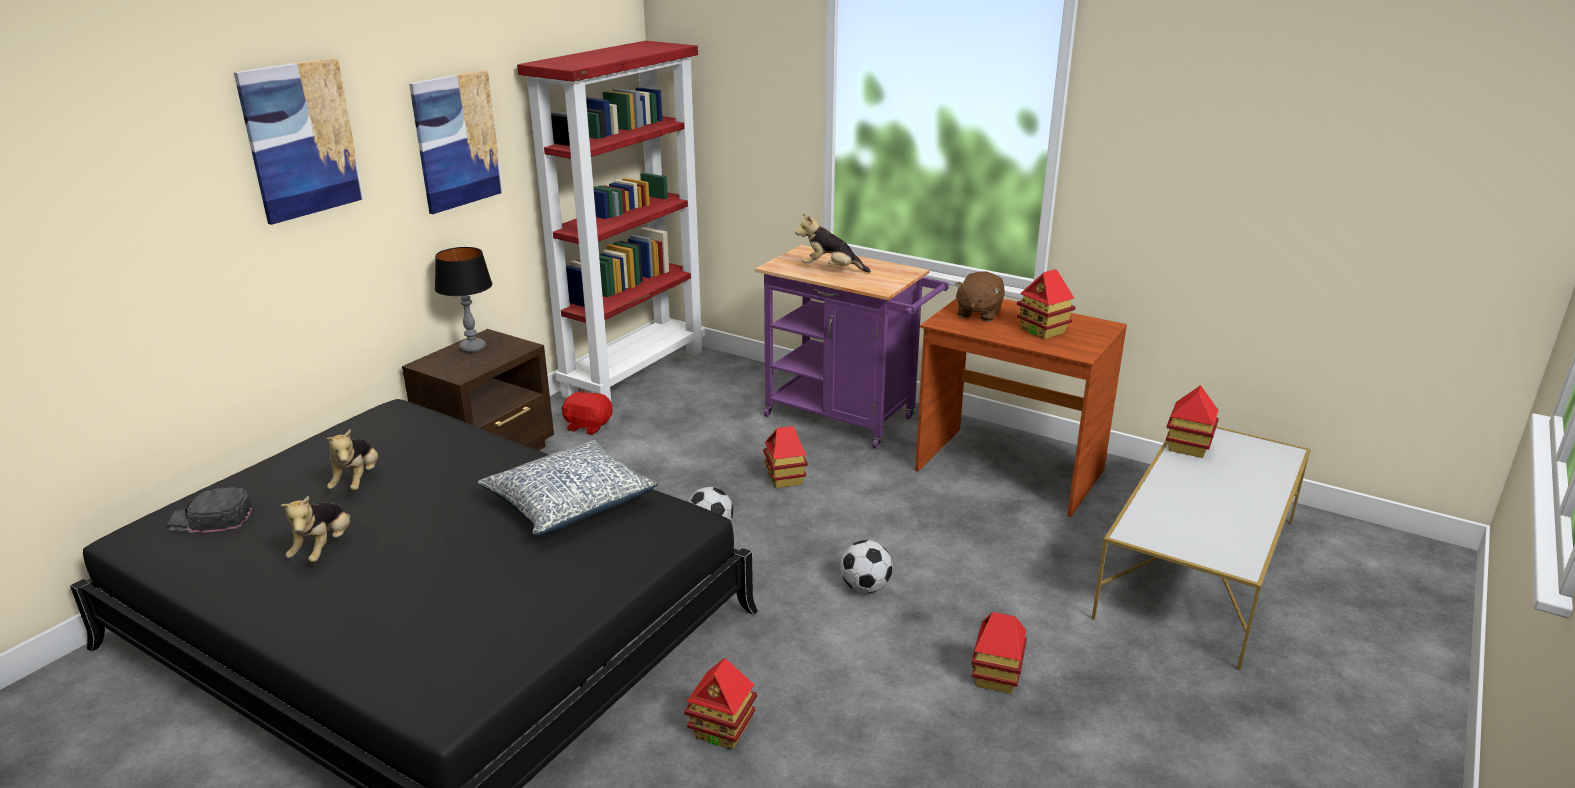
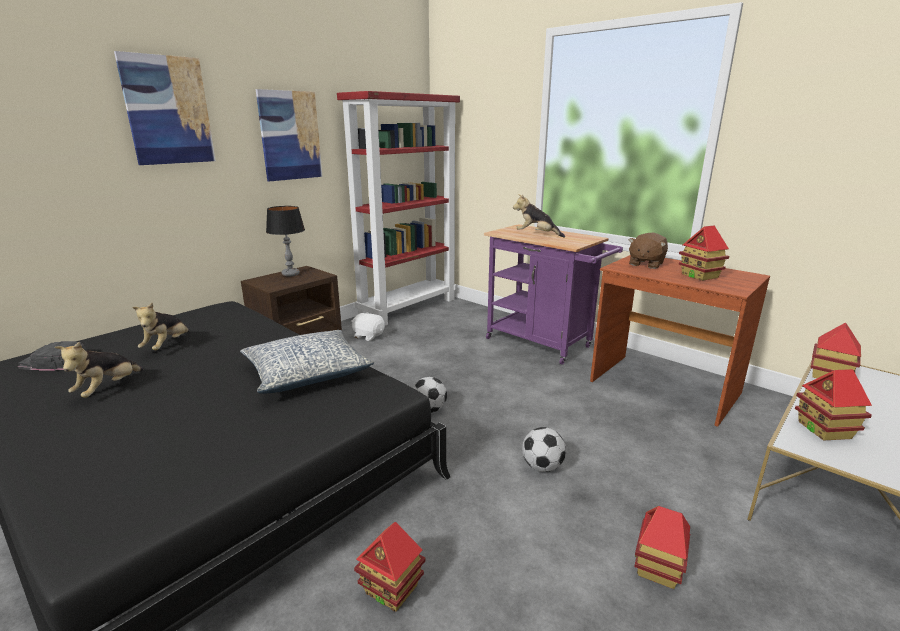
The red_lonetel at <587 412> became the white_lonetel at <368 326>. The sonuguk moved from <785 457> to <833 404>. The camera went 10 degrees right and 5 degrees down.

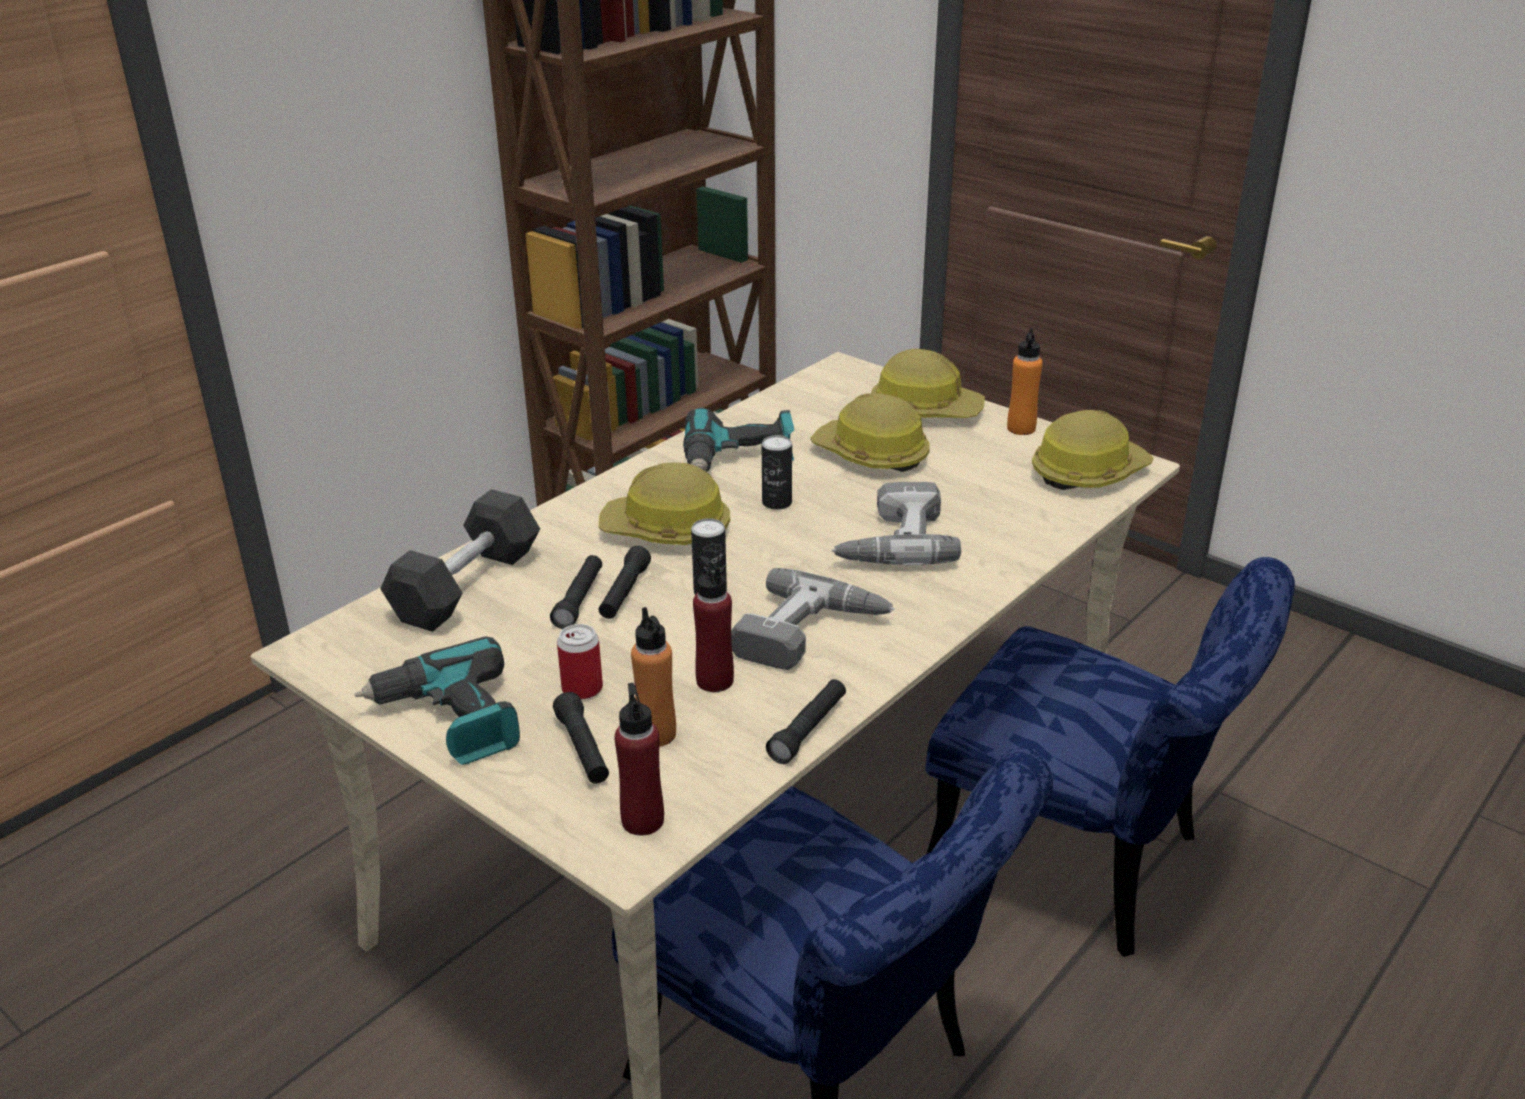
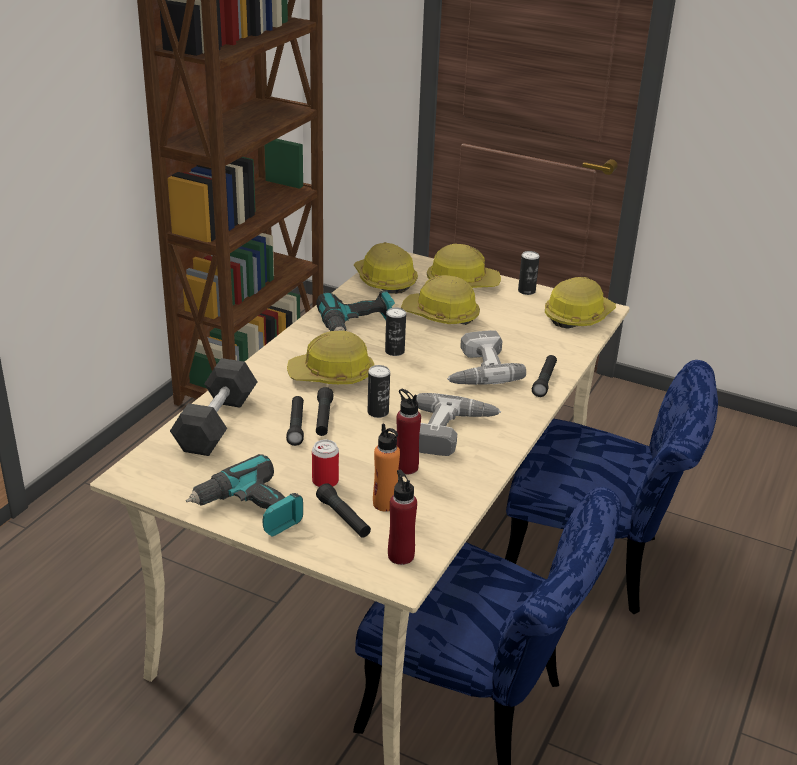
The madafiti at <386 268> appeared. The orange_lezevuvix at <1025 381> was replaced by the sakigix at <529 273>. The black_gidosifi moved from <806 721> to <544 376>. The camera went 15 degrees left and 0 degrees up.

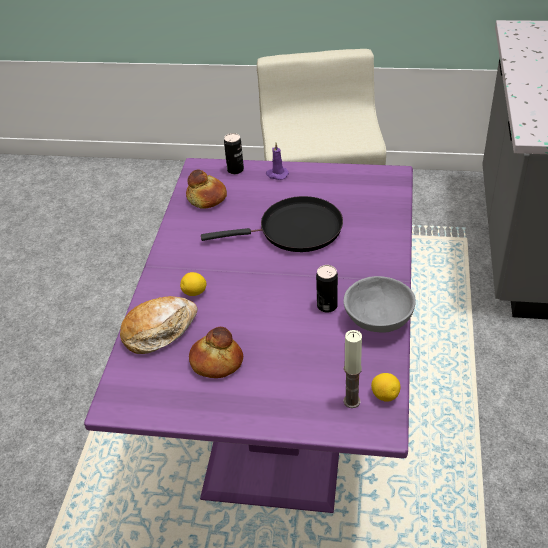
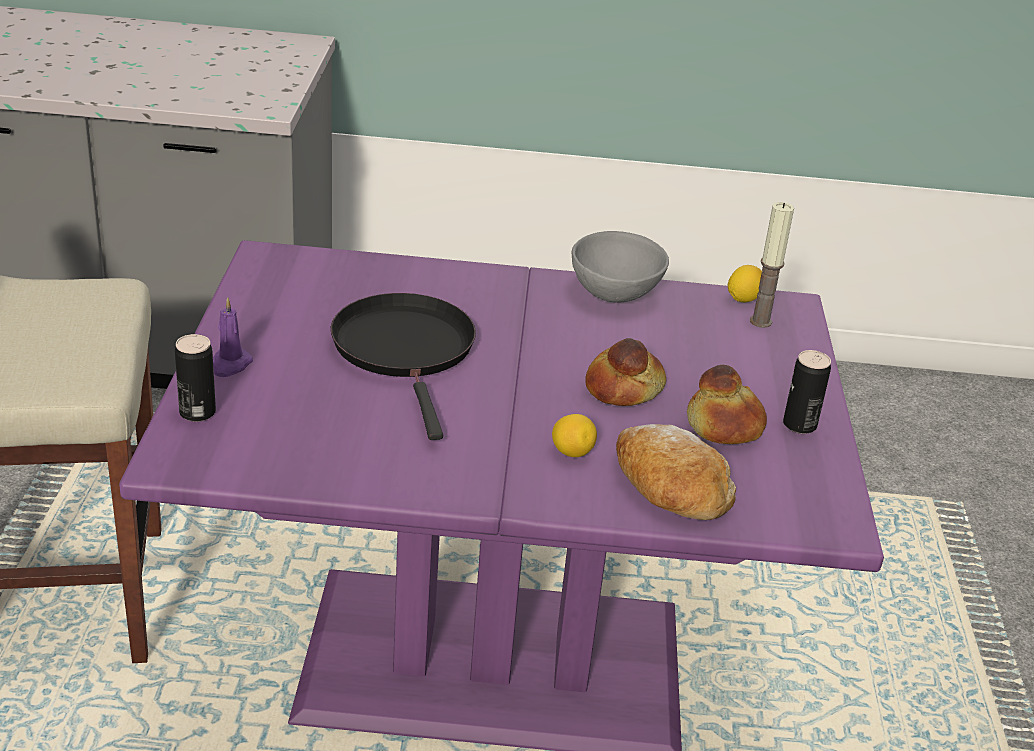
The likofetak moved from <206 189> to <625 372>. The sakigix moved from <327 289> to <807 392>. The camera went 100 degrees left and 10 degrees down.

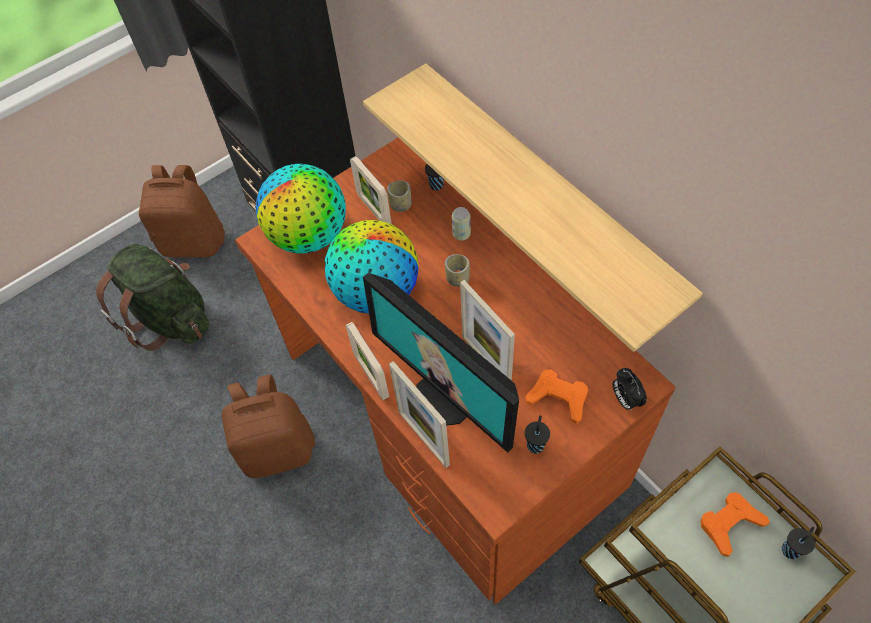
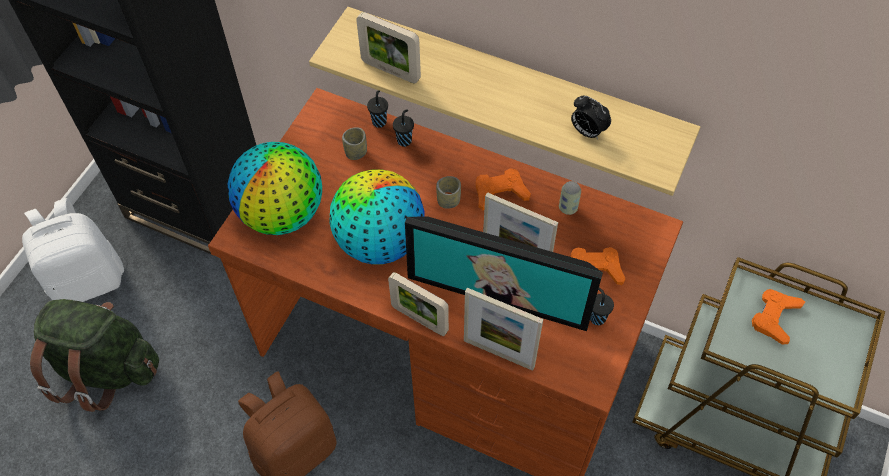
The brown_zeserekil at <182 211> became the white_zeserekil at <73 250>. The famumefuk moved from <371 190> to <388 47>. The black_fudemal moved from <798 543> to <403 128>. The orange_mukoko at <503 189> appeared. The sakigix moved from <461 224> to <570 198>. The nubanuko moved from <630 389> to <591 117>. The camera went 30 degrees left and 0 degrees up.

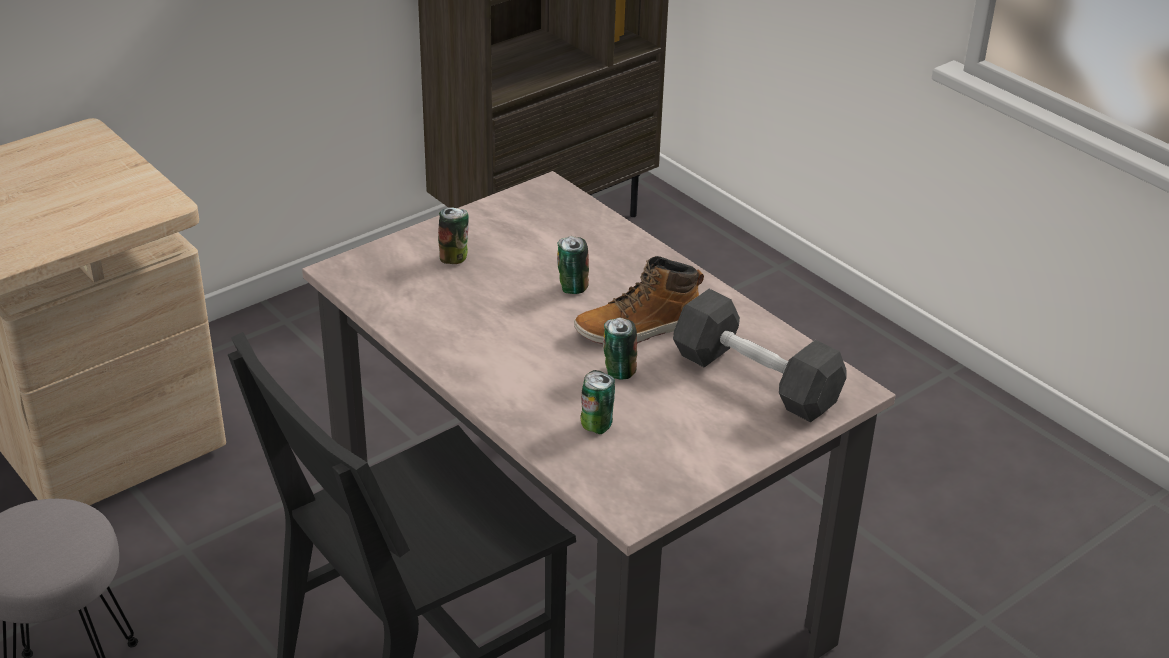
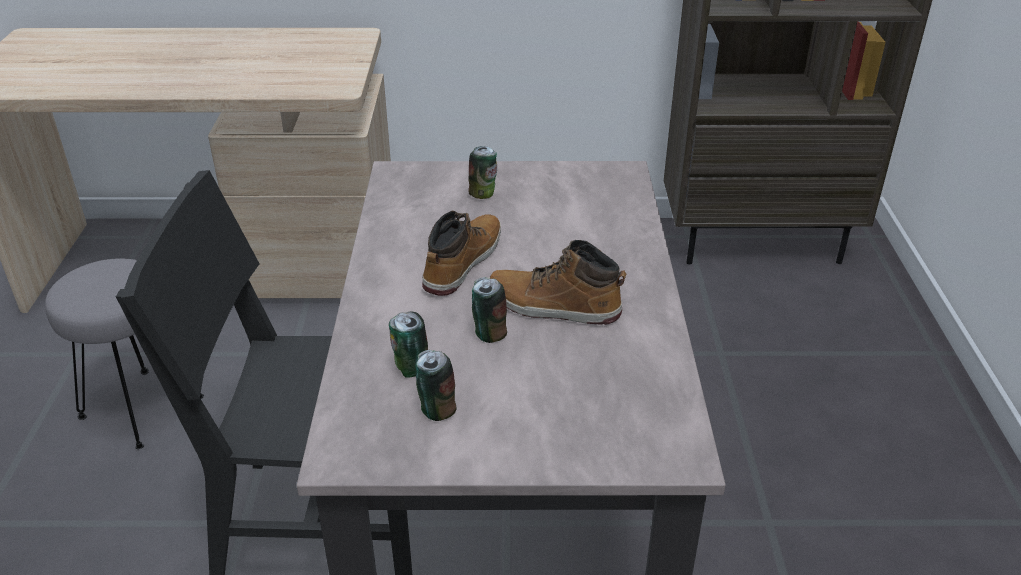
The sakigix moved from <573 265> to <436 385>. The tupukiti at <461 253> appeared. The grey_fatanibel at <759 355> disappeared. The camera went 40 degrees right and 0 degrees up.

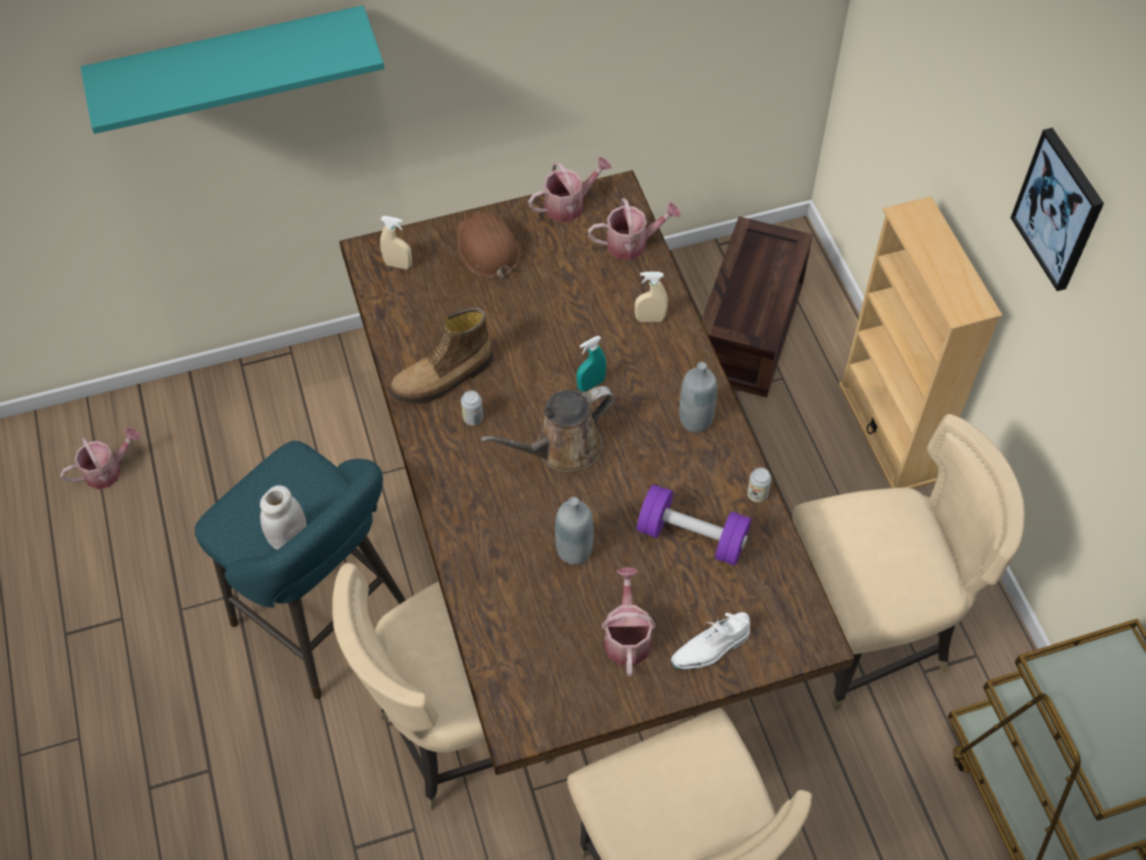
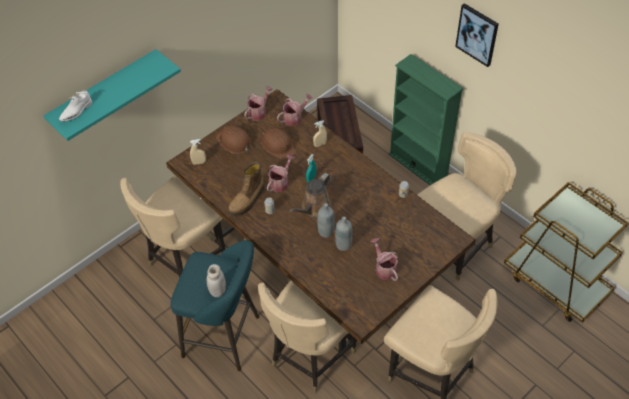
The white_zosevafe moved from <710 640> to <75 106>. The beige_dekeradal at <172 227> appeared. The brown_madafiti at <279 144> appeared. The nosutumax moved from <100 458> to <281 173>. The grey_lezevuvix moved from <698 397> to <326 220>. The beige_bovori at <920 342> became the green_bovori at <426 119>. The purple_fatanibel at <694 525> disappeared. The camera went 25 degrees left and 5 degrees down.

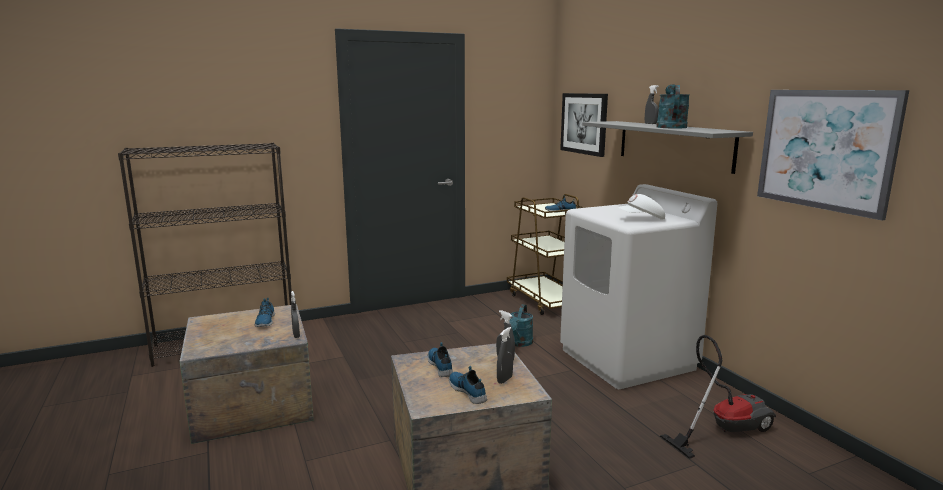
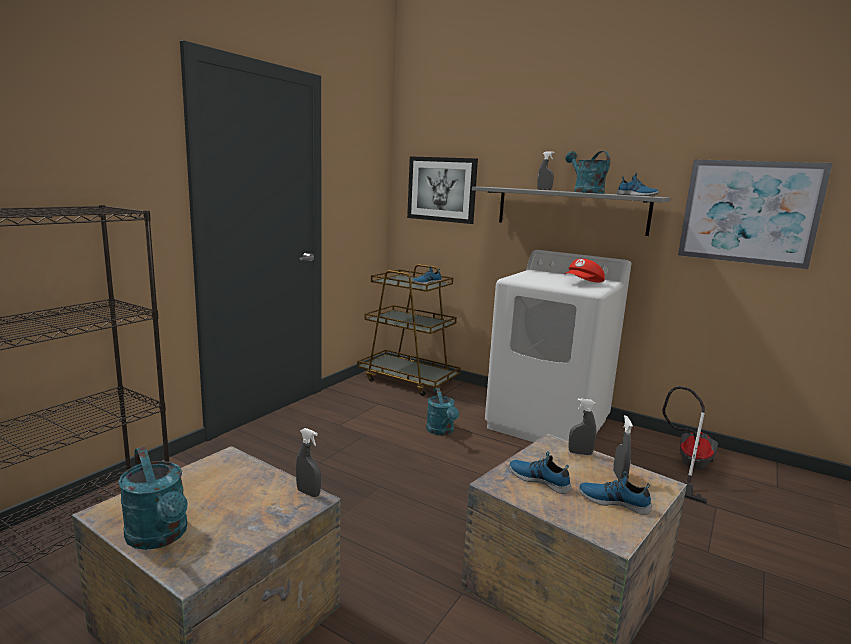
The turquoise_nosutumax at <153 498> appeared. The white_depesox at <641 207> became the red_depesox at <585 271>. The zosevafe moved from <265 312> to <637 184>. The camera went 35 degrees left and 0 degrees up.

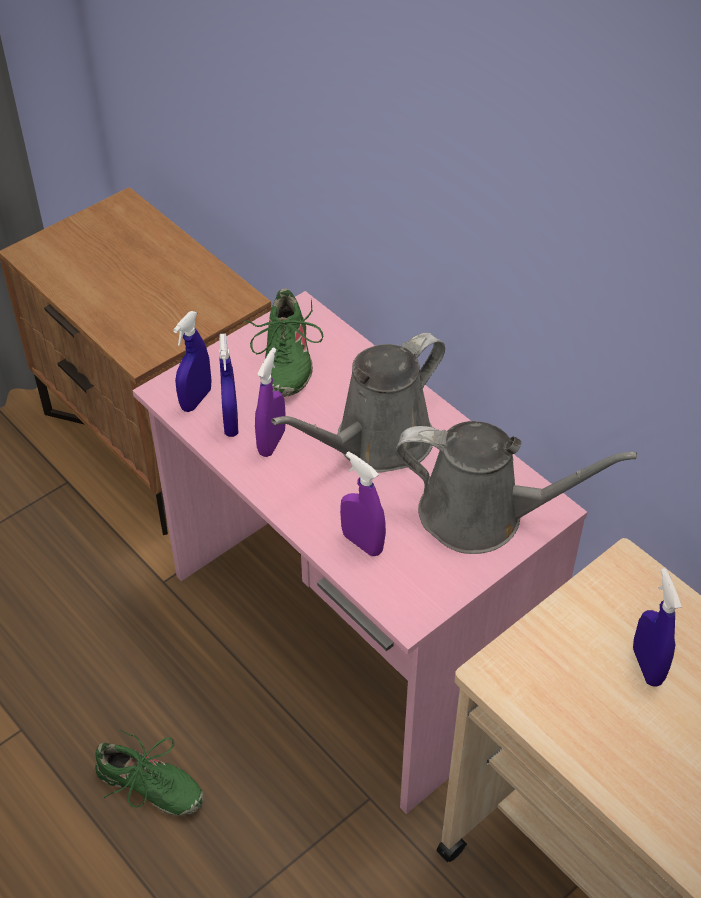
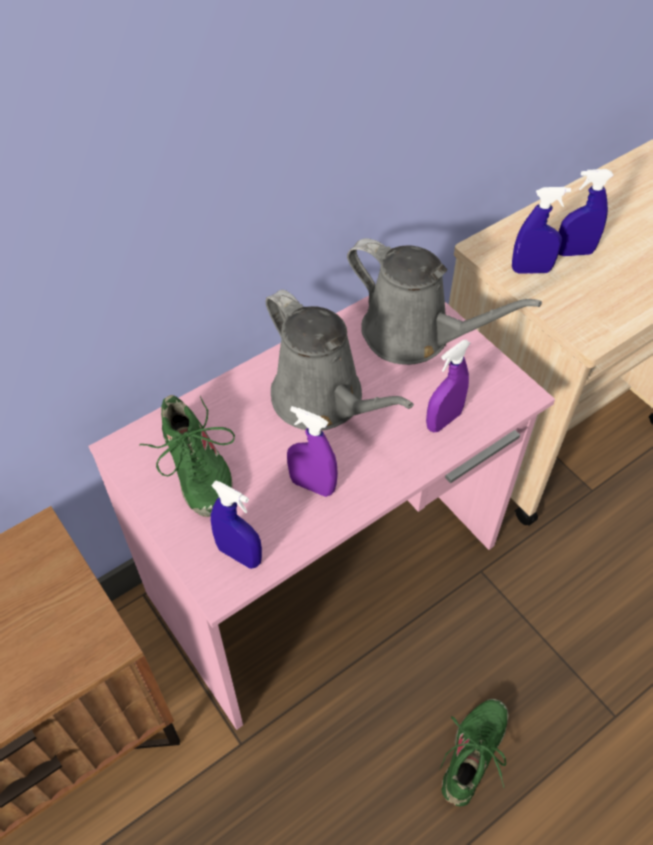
The green_zosevafe at <283 342> turned 60 degrees clockwise. The grey_nosutumax at <516 487> turned 105 degrees clockwise. The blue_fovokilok moved from <228 385> to <541 230>. The camera went 85 degrees left and 5 degrees up.

